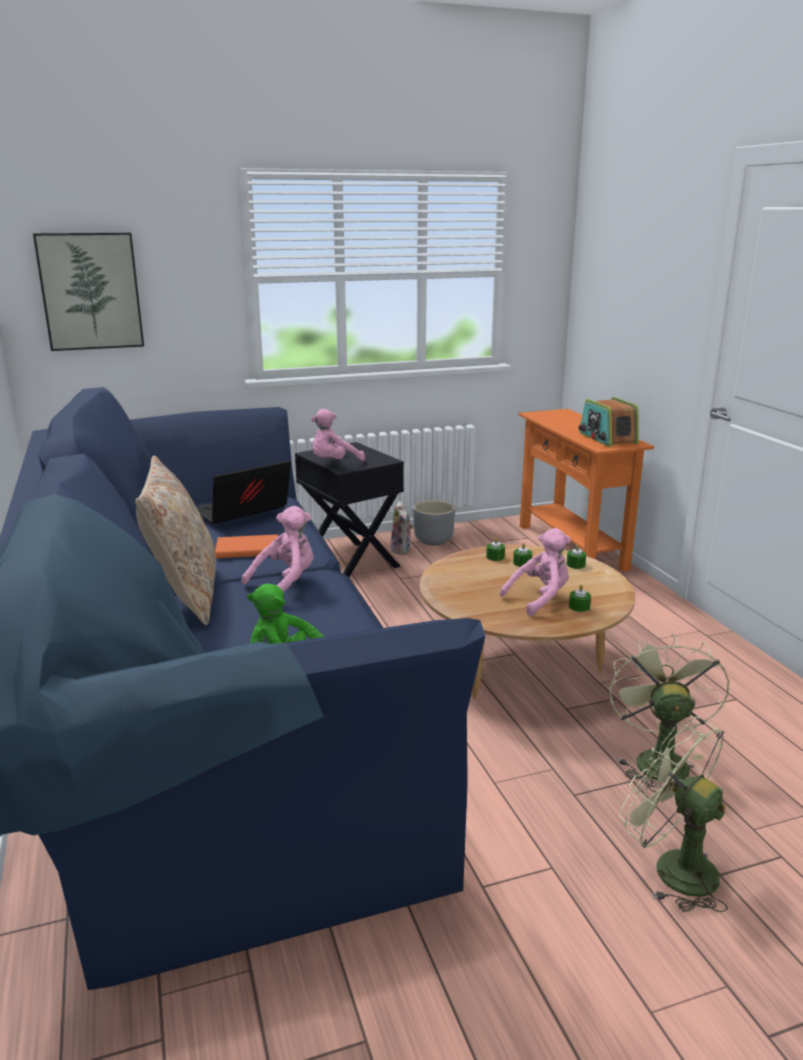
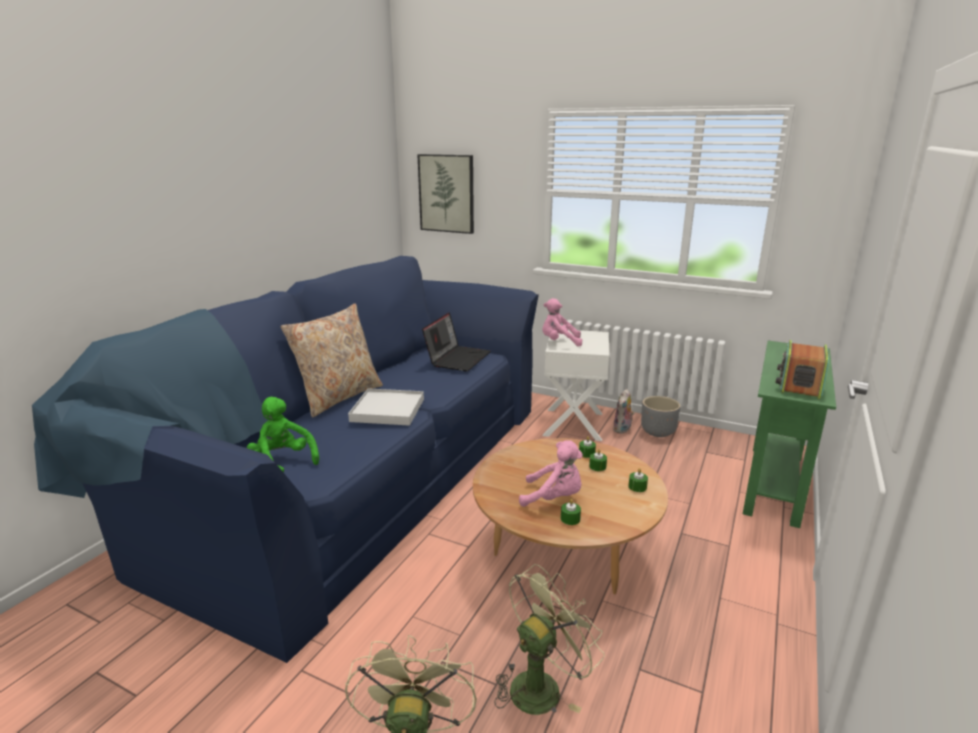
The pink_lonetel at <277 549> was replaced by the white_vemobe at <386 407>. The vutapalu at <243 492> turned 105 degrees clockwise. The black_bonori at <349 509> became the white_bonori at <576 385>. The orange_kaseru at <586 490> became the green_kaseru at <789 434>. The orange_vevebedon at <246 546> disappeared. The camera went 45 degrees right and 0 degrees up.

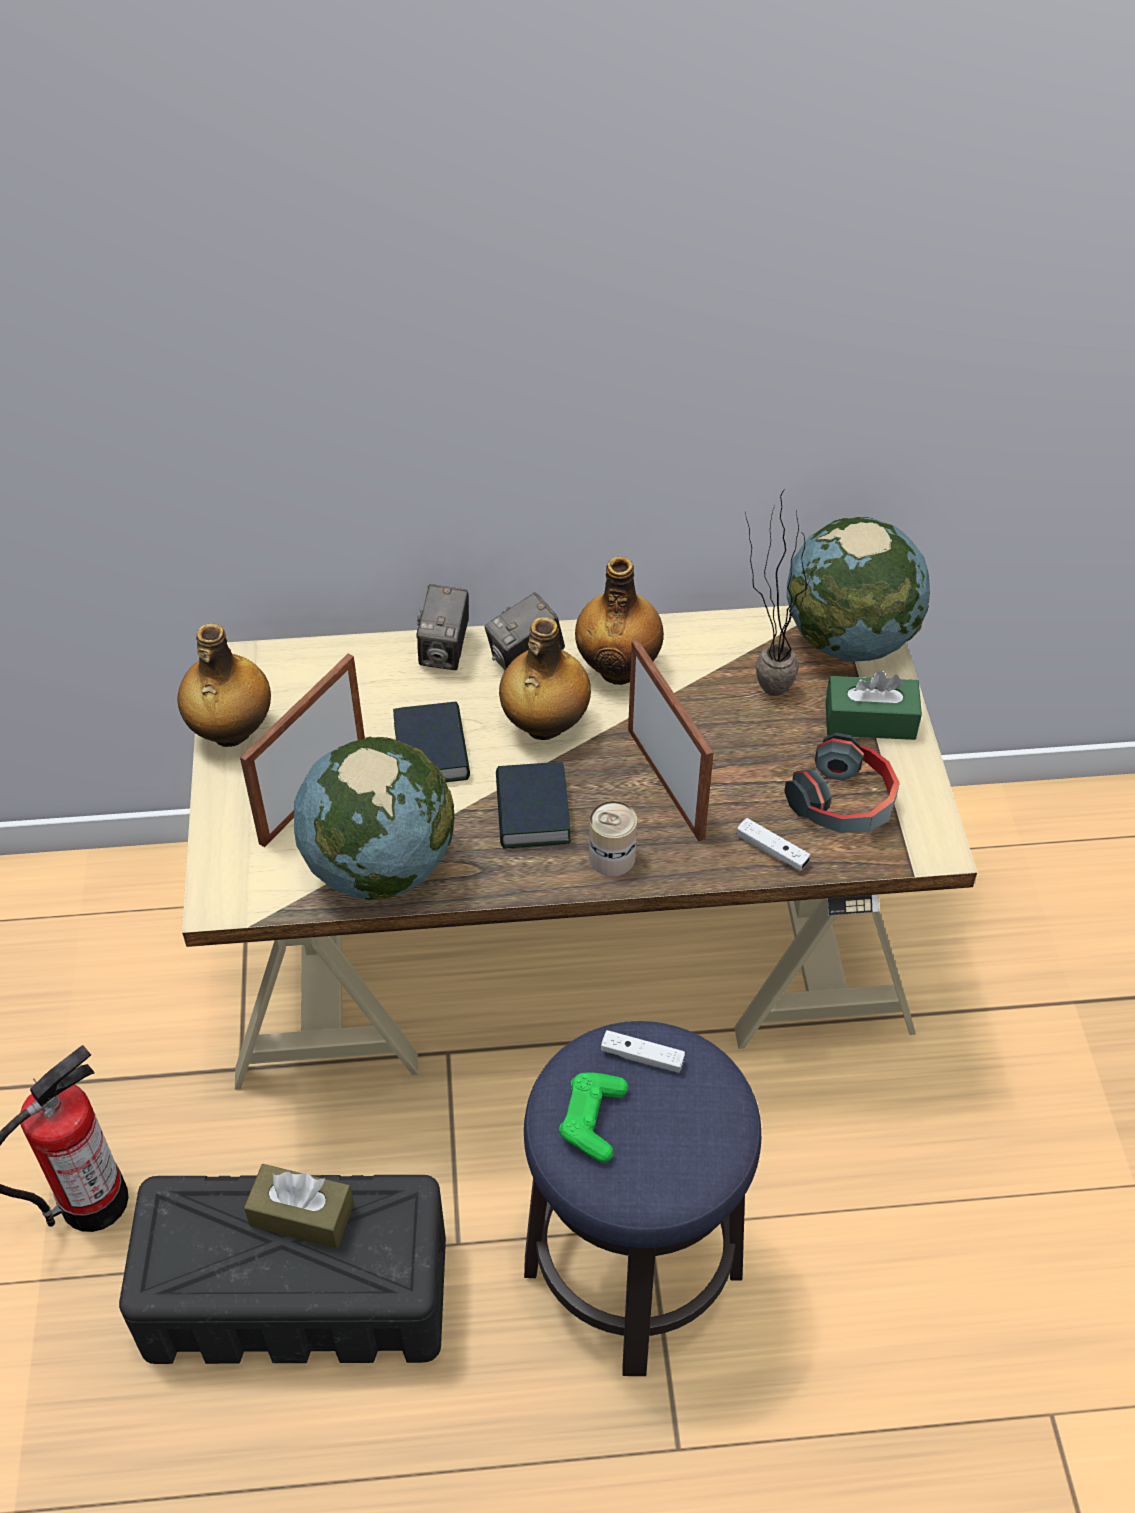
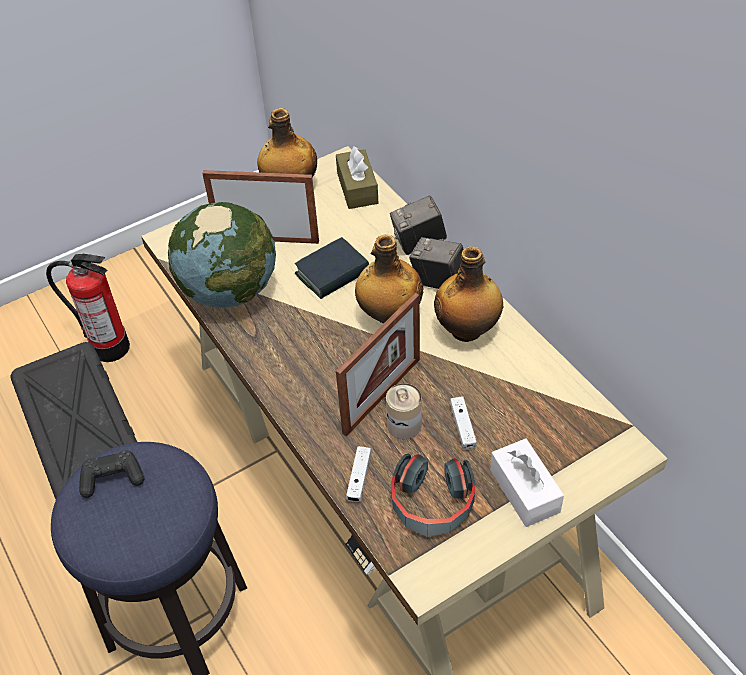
The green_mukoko at <593 1117> became the black_mukoko at <111 474>. The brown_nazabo moved from <299 1206> to <357 177>. The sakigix moved from <613 839> to <404 411>. The white_mukoko moved from <643 1051> to <463 423>. The green_nazabo at <874 705> became the white_nazabo at <527 482>. The vevebedon at <533 805> disappeared. The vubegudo at <780 593> disappeared. The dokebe at <858 589> disappeared. The camera went 65 degrees right and 0 degrees up.

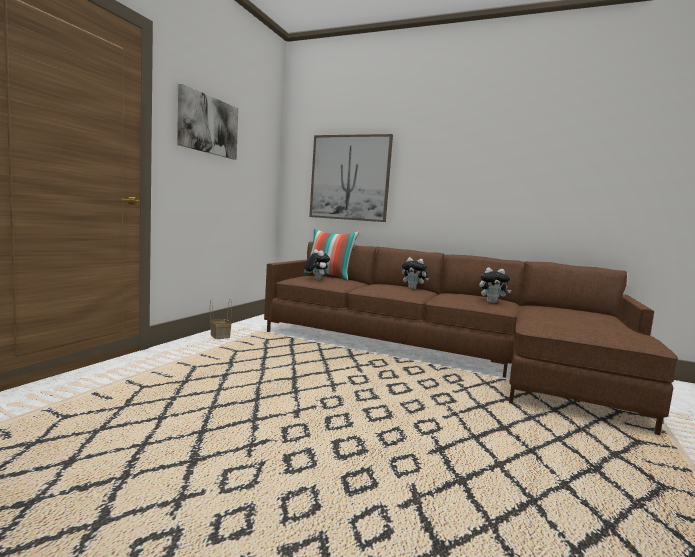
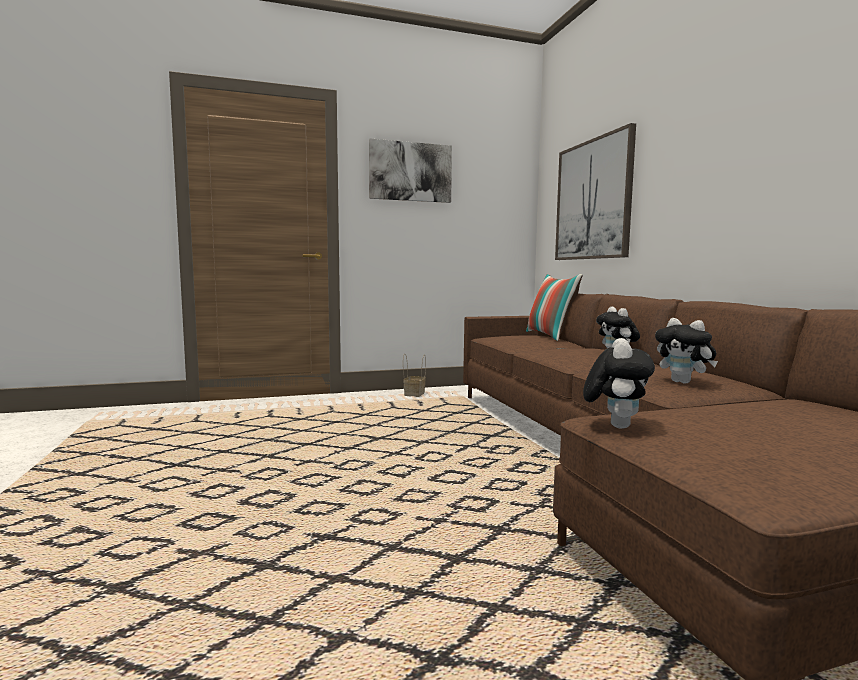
The lonetel moved from <317 265> to <619 383>. The camera went 50 degrees right and 0 degrees up.

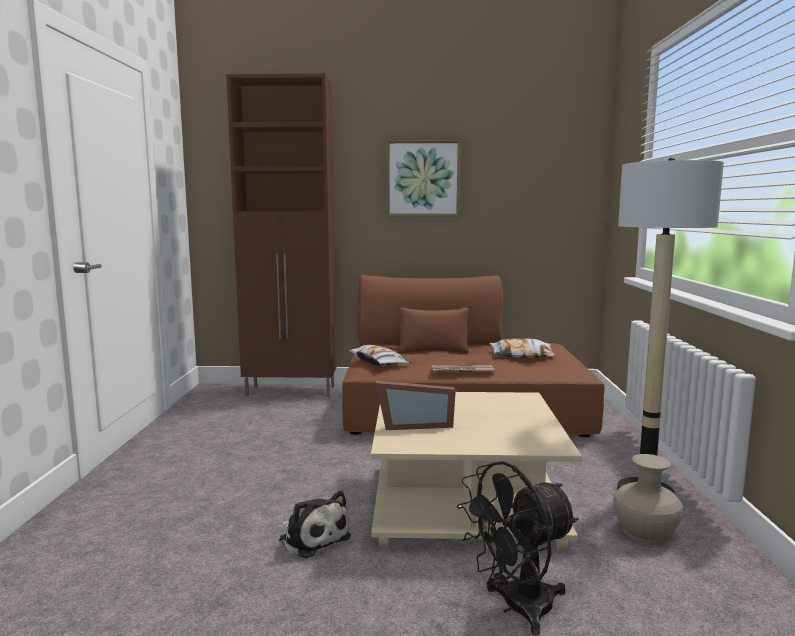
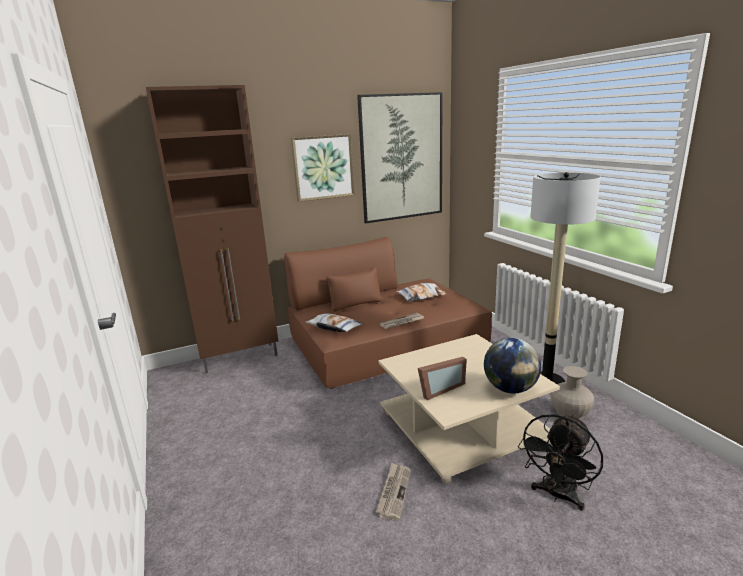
The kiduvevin at <400 157> appeared. The lonetel at <315 524> was replaced by the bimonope at <393 492>. The dokebe at <512 366> appeared. The camera went 25 degrees left and 10 degrees up.

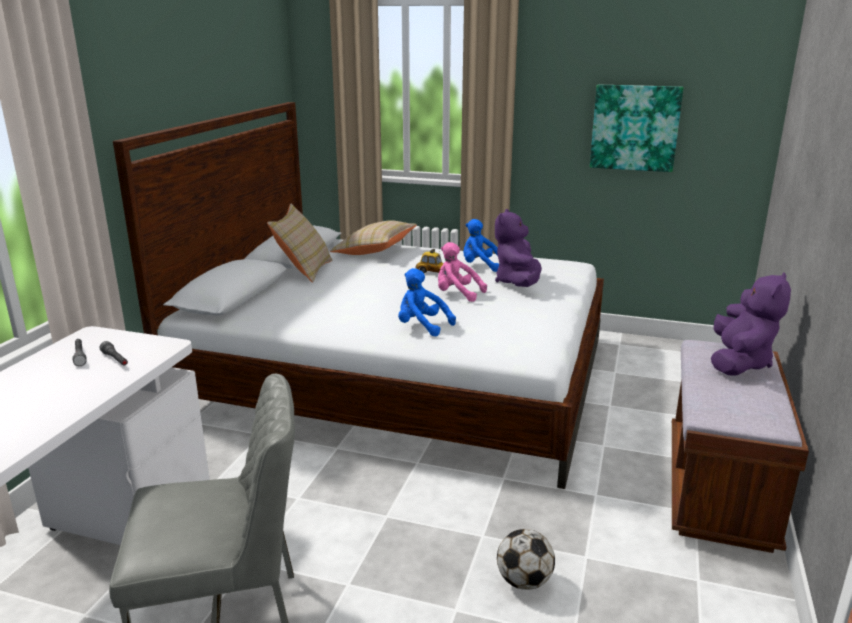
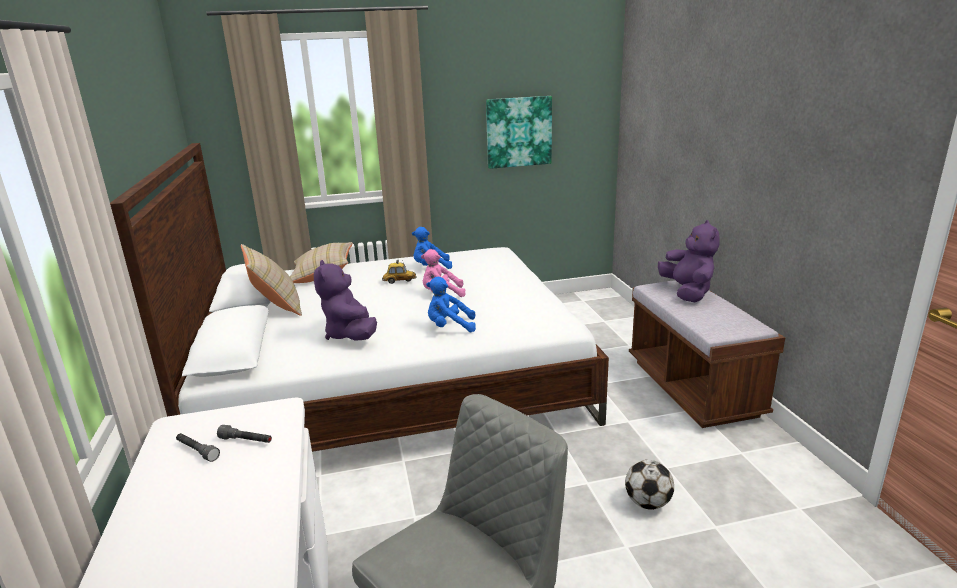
The purple_lonetel moved from <518 248> to <345 300>. The camera went 30 degrees left and 0 degrees up.

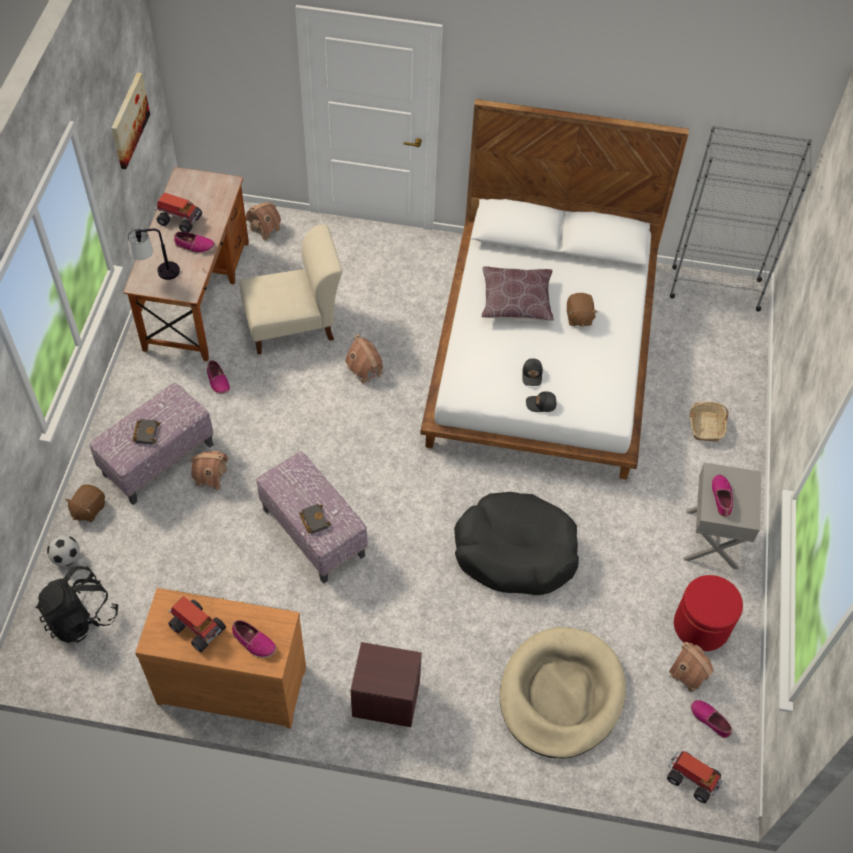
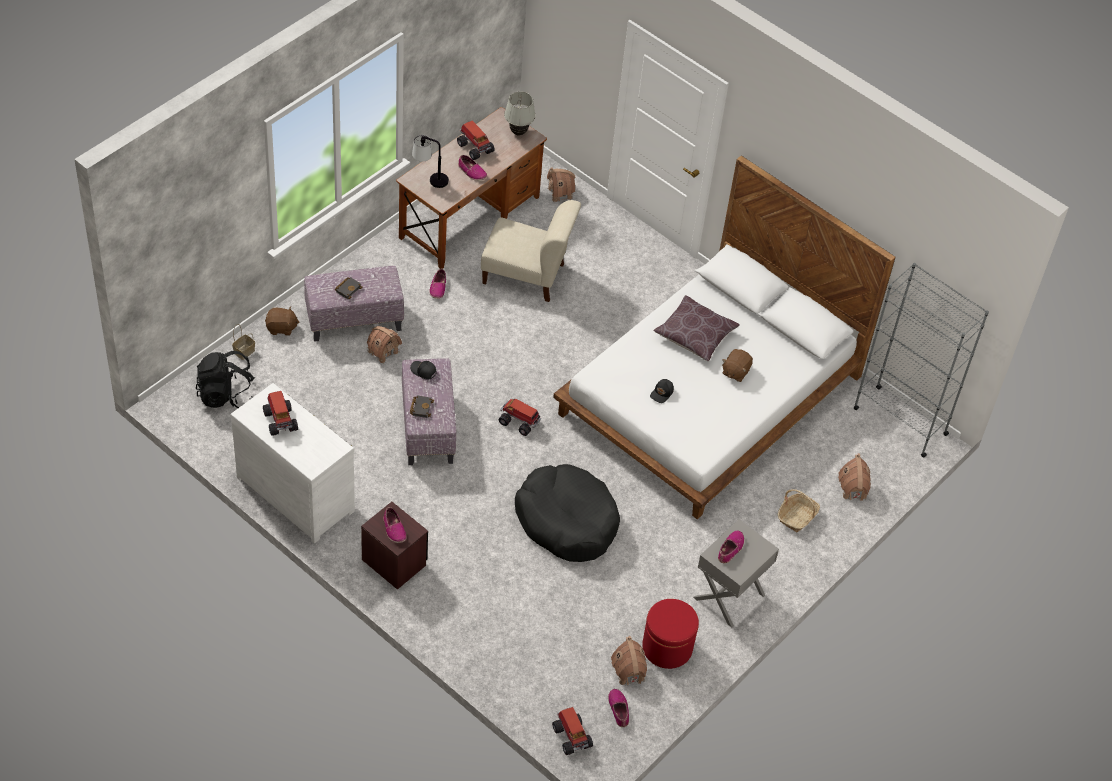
The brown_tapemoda at <220 658> became the white_tapemoda at <292 463>. The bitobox at <63 550> was replaced by the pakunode at <243 342>. The brown_lonetel at <85 503> turned 150 degrees counterclockwise. The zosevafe moved from <254 639> to <394 525>. The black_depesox moved from <541 401> to <423 370>. The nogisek at <519 417> appeared. The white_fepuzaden at <520 114> appeared. The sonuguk moved from <364 358> to <854 477>. The kiduvevin at <130 120> disappeared. The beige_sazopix at <563 693> disappeared. The camera went 30 degrees right and 5 degrees down.

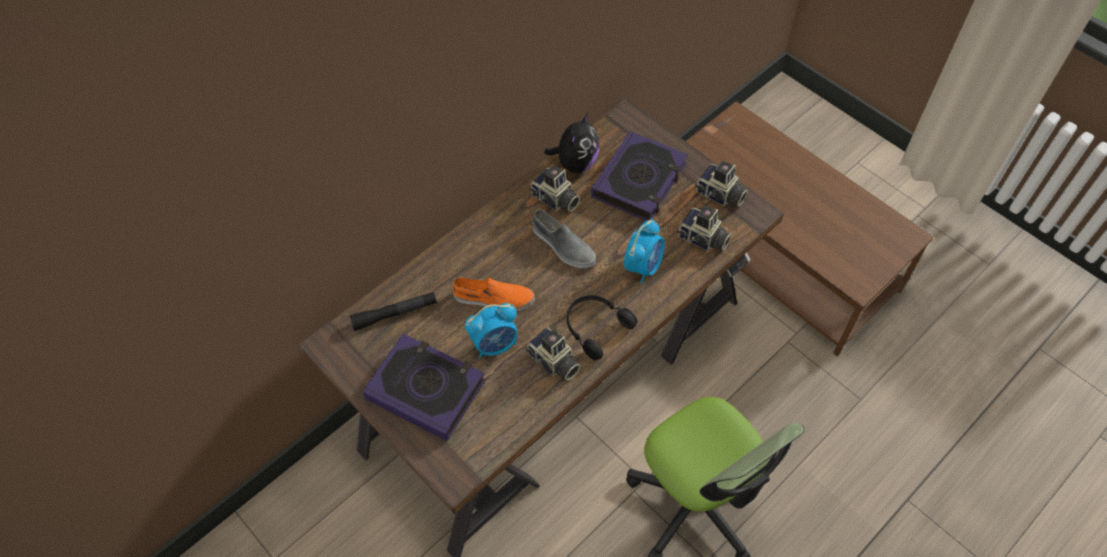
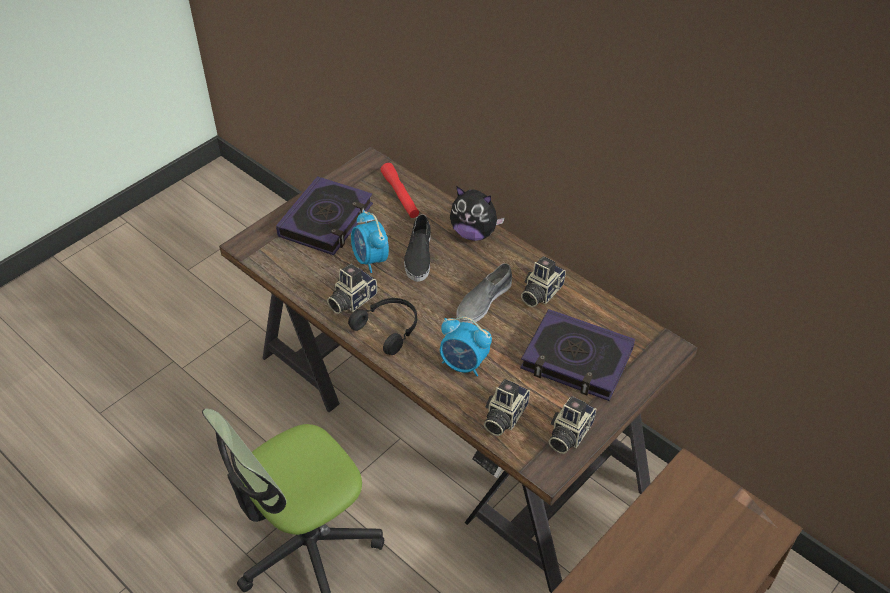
The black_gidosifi at <393 311> became the red_gidosifi at <400 190>. The orange_zosevafe at <493 294> became the black_zosevafe at <417 248>. The lonetel moved from <572 143> to <477 214>. The camera went 85 degrees right and 10 degrees down.

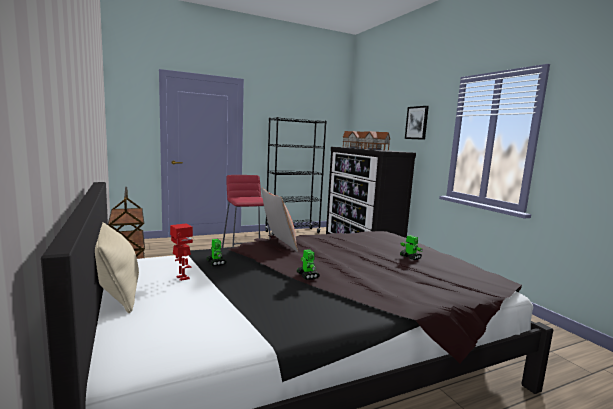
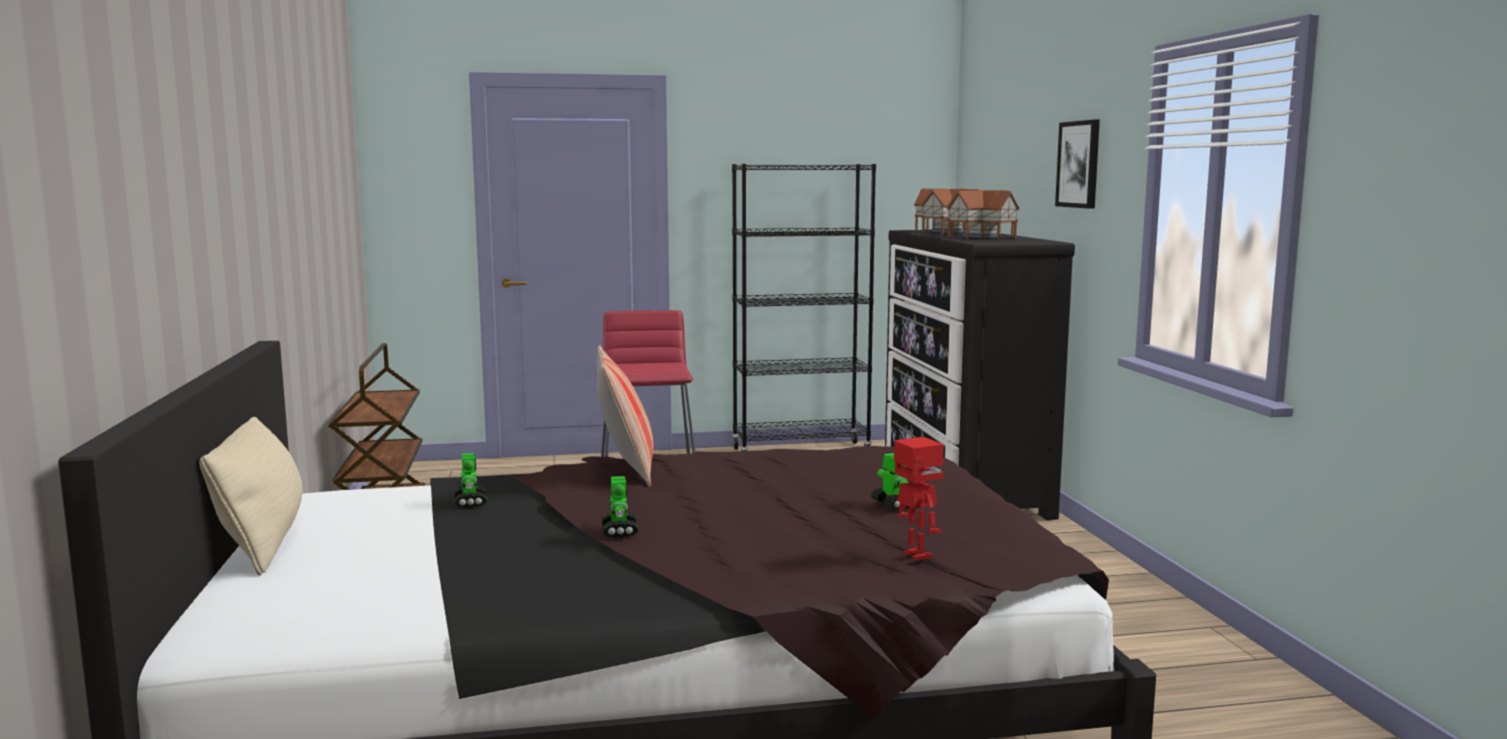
The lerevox moved from <181 252> to <919 498>. The camera went 15 degrees right and 0 degrees up.

